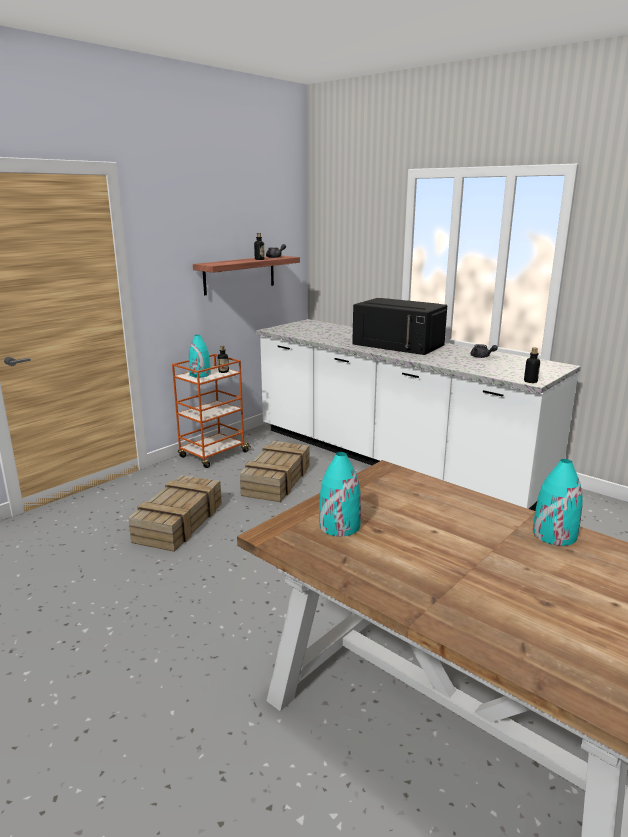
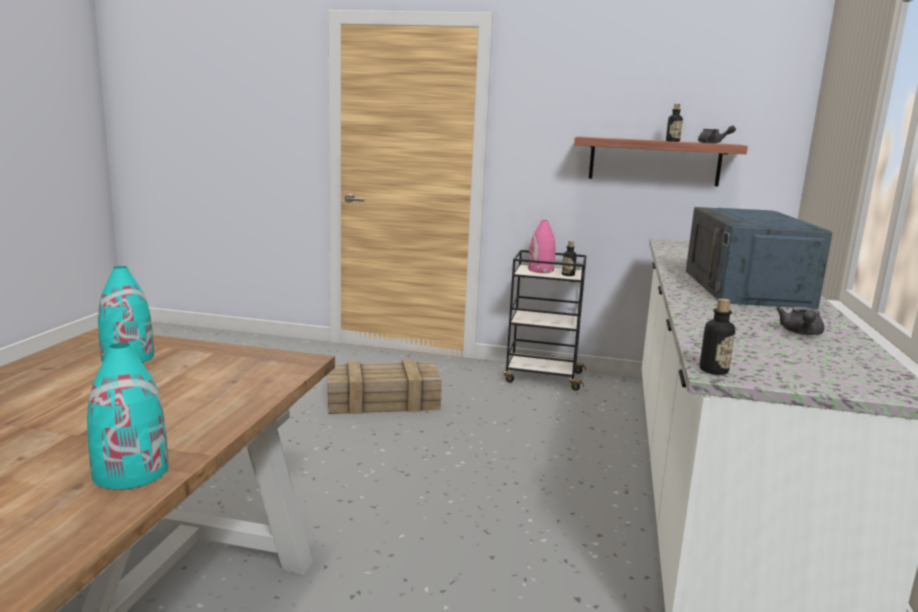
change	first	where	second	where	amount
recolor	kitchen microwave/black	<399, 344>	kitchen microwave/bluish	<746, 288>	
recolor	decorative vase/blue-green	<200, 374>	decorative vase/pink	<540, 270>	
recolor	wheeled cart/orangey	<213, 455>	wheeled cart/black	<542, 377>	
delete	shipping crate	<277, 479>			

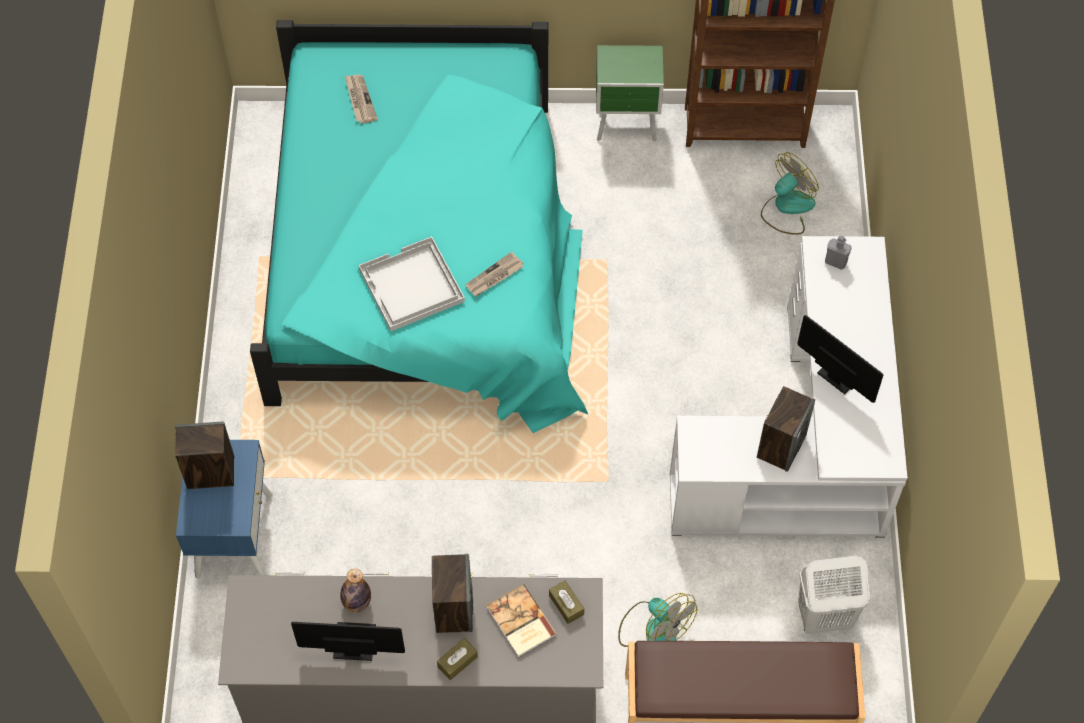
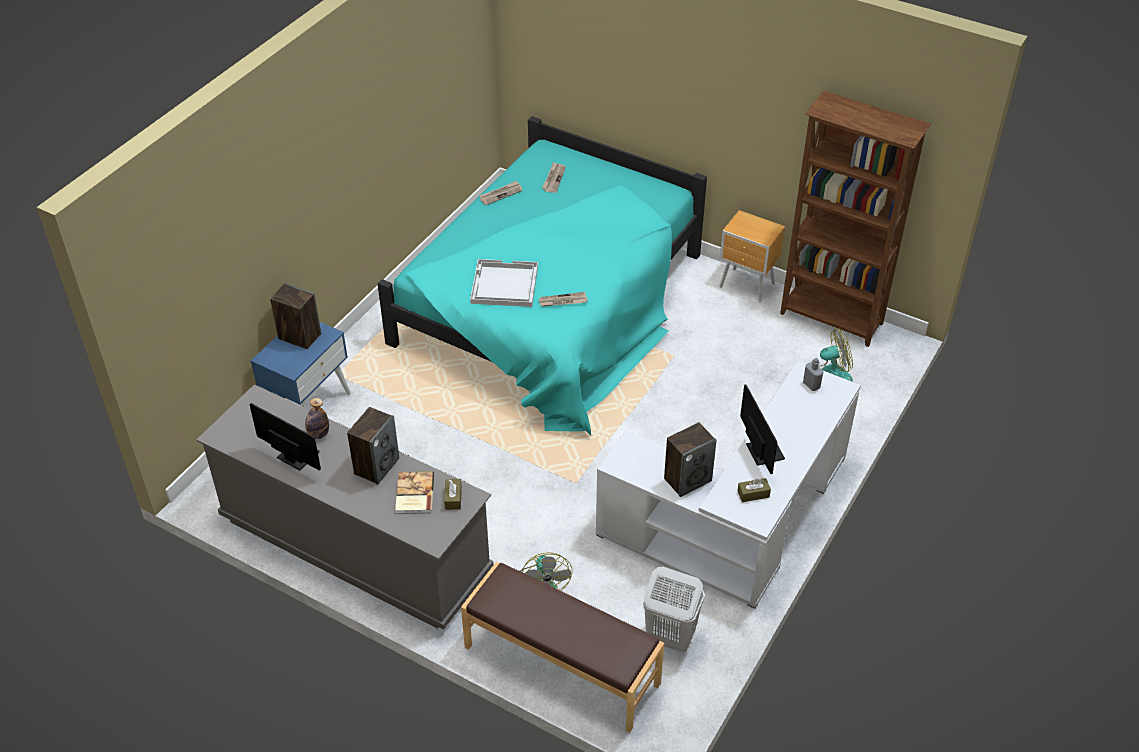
change	first	where	second	where	amount
recolor	night table/greenish	<628, 125>	night table/brown-coloured	<747, 286>	
move	tissue box/brown-coloured	<457, 662>		<753, 494>	
insert			newspaper	<501, 194>	

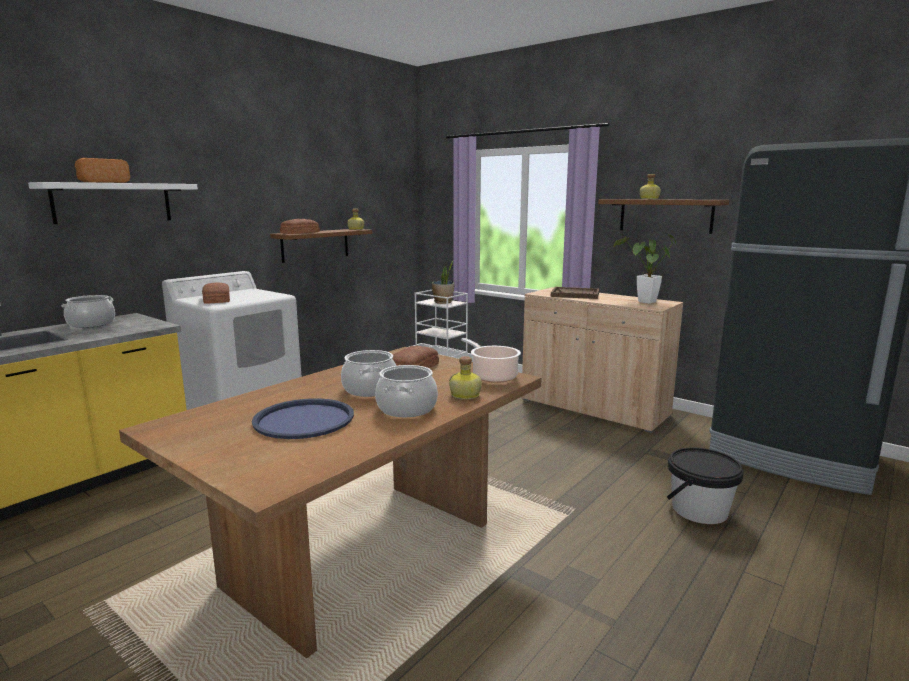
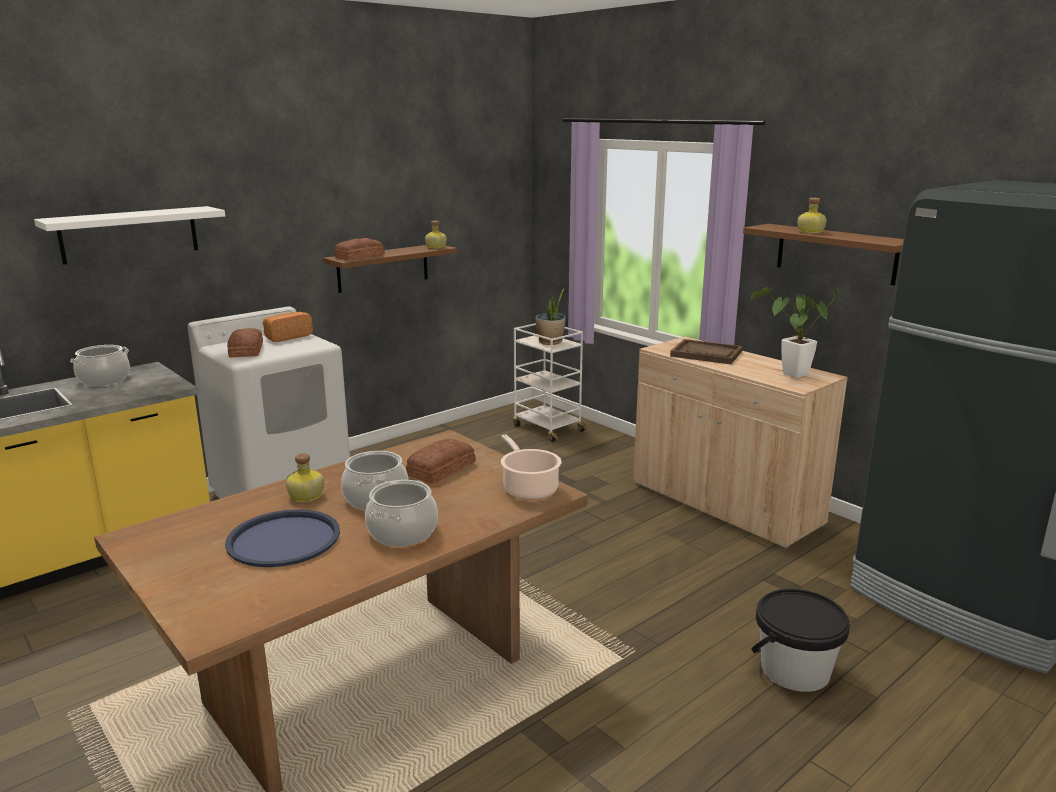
change	first	where	second	where	amount
move	baked bread	<102, 182>		<287, 337>	
move	beverage bottle	<465, 395>		<306, 496>	

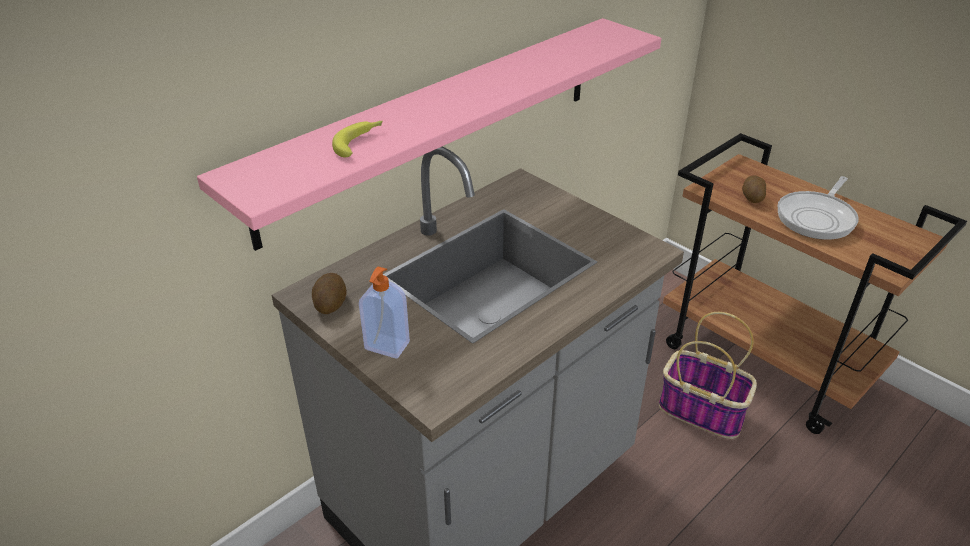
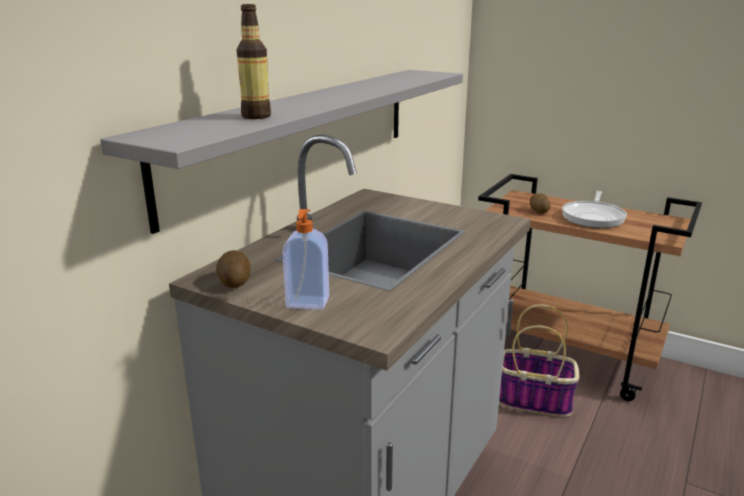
change	first	where	second	where	amount
recolor	wall shelf/pink	<437, 124>	wall shelf/grey	<301, 134>	
replace	whole banana	<360, 142>	beverage bottle	<256, 116>	

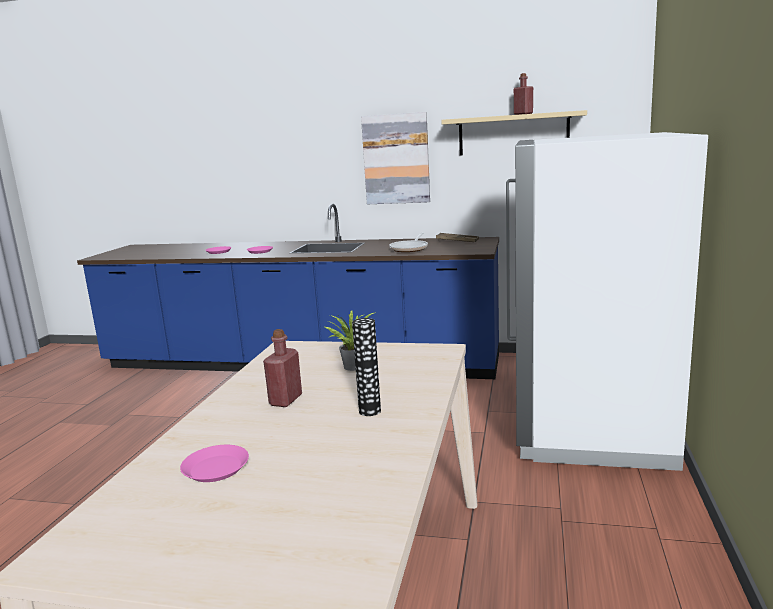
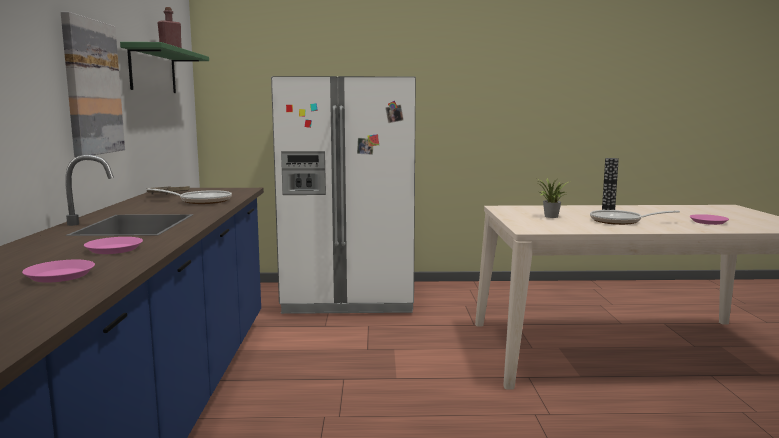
change	first	where	second	where	amount
recolor	wall shelf/sand-coloured	<513, 134>	wall shelf/greenish	<153, 70>	
replace	beverage bottle/red	<285, 400>	frying pan	<620, 221>	

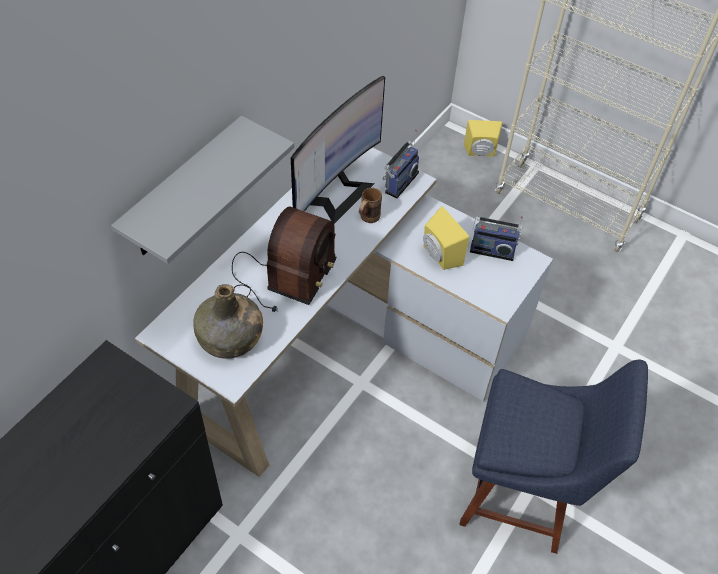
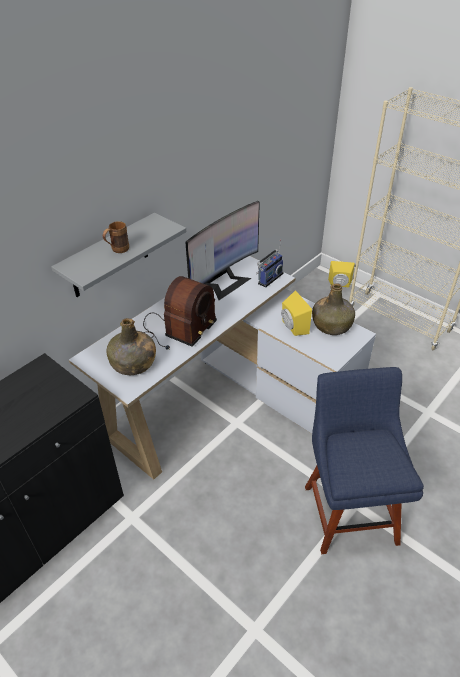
change	first	where	second	where	amount
move	mug/brown-coloured	<367, 219>		<117, 250>	
replace	radio set	<492, 249>	beverage bottle/greenish	<331, 325>	
rotate	chair/bluish	<524, 494>		<349, 509>	120 degrees counterclockwise

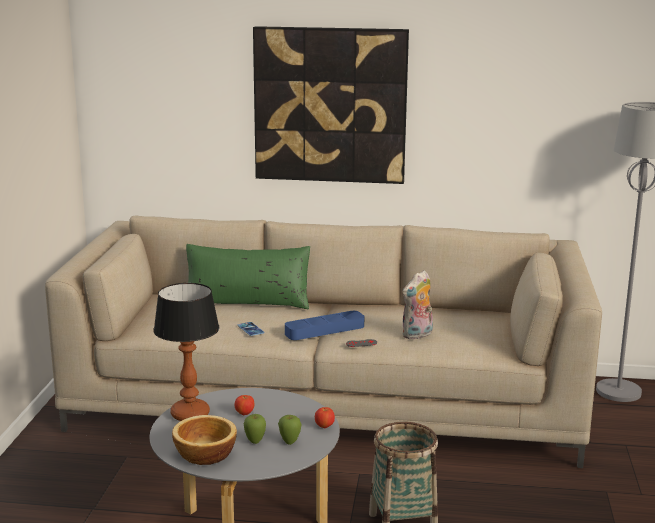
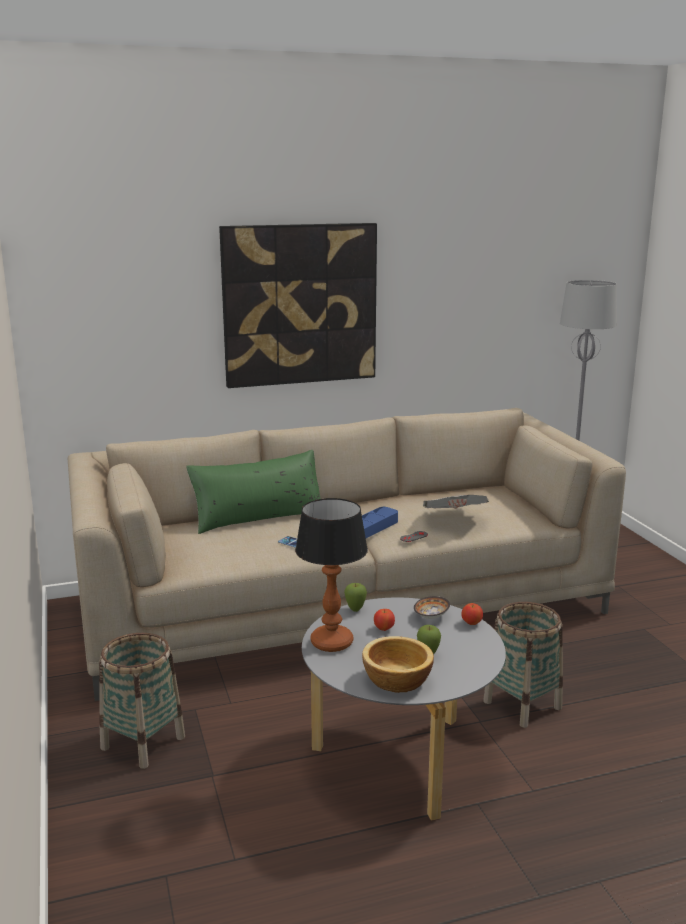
change	first	where	second	where	amount
replace	plush toy	<417, 335>	newspaper	<454, 519>	
move	apple	<289, 442>		<355, 609>	
insert			bowl	<431, 616>	
insert			household basket	<143, 742>	

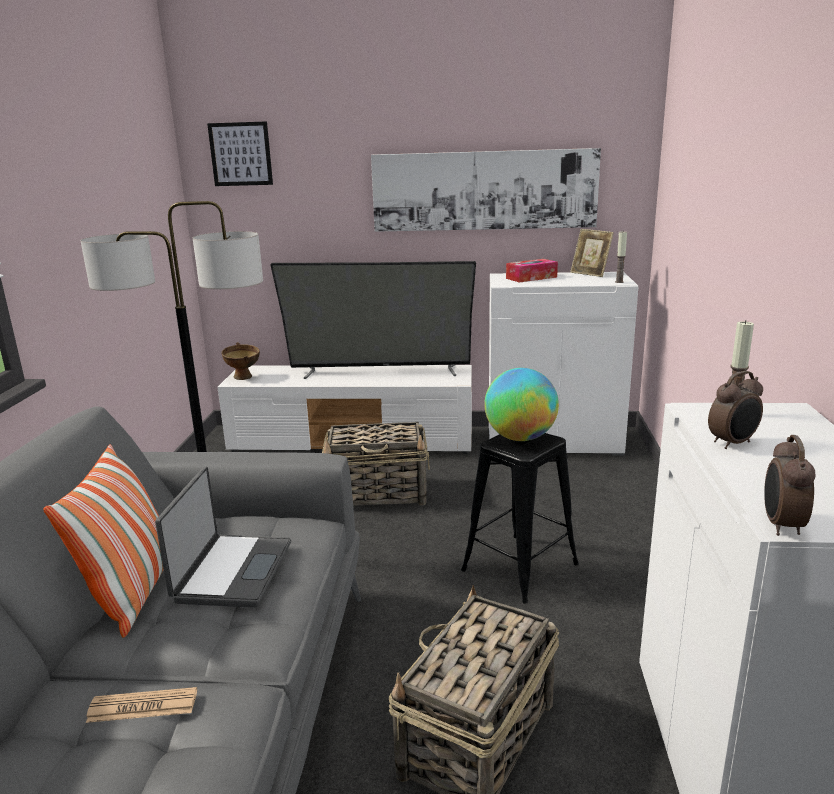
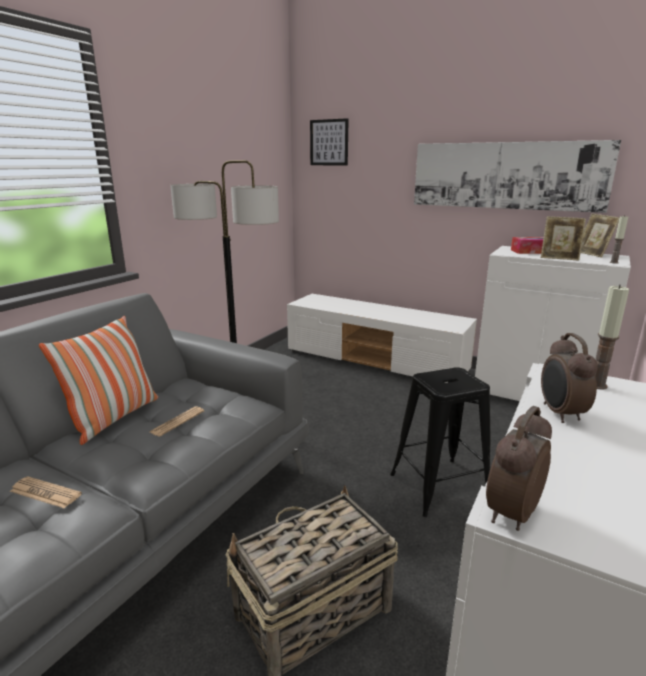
change	first	where	second	where	amount
delete	TV	<380, 371>			
delete	bowl/brown-coloured	<244, 378>			
delete	desk globe	<520, 438>			
rotate	table clock	<733, 443>		<560, 414>	90 degrees clockwise
delete	household basket	<379, 493>			
replace	laptop	<232, 571>	newspaper	<177, 422>	
insert			picture frame	<559, 258>	

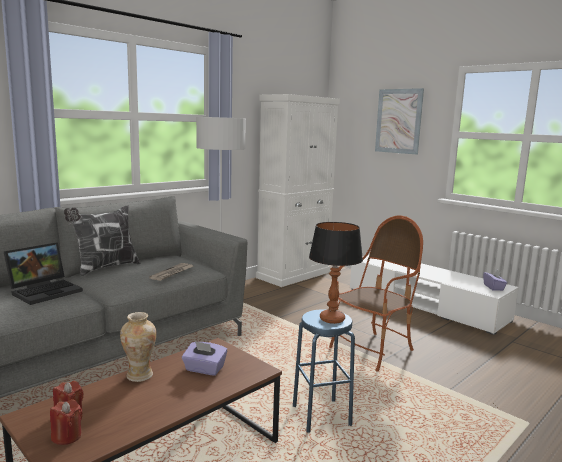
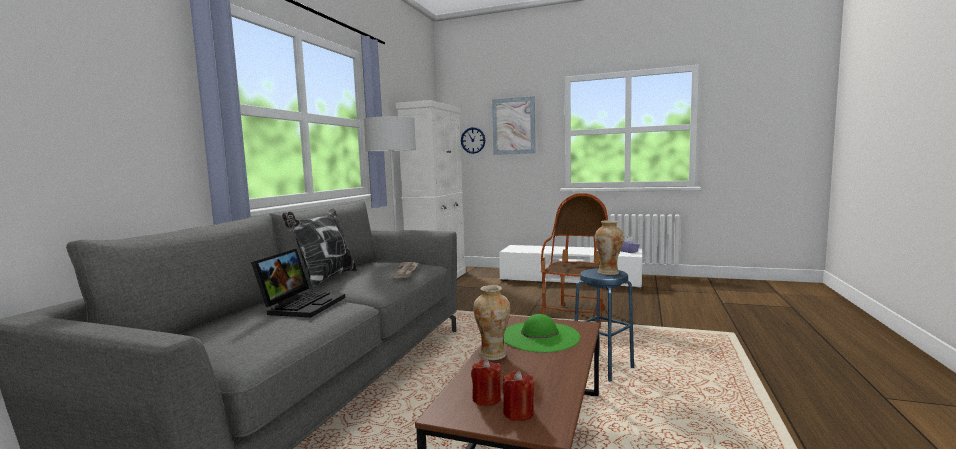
change	first	where	second	where	amount
replace	tabletop lamp	<332, 319>	decorative vase	<608, 273>	
replace	tissue box/purple	<204, 369>	clothing hat/greenish	<539, 336>	
insert			hanging clock	<473, 140>	

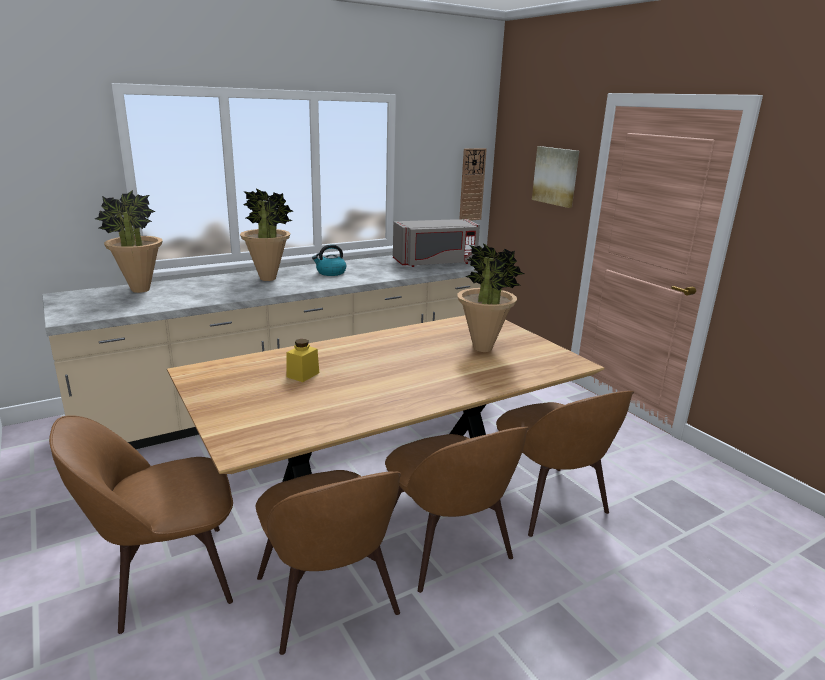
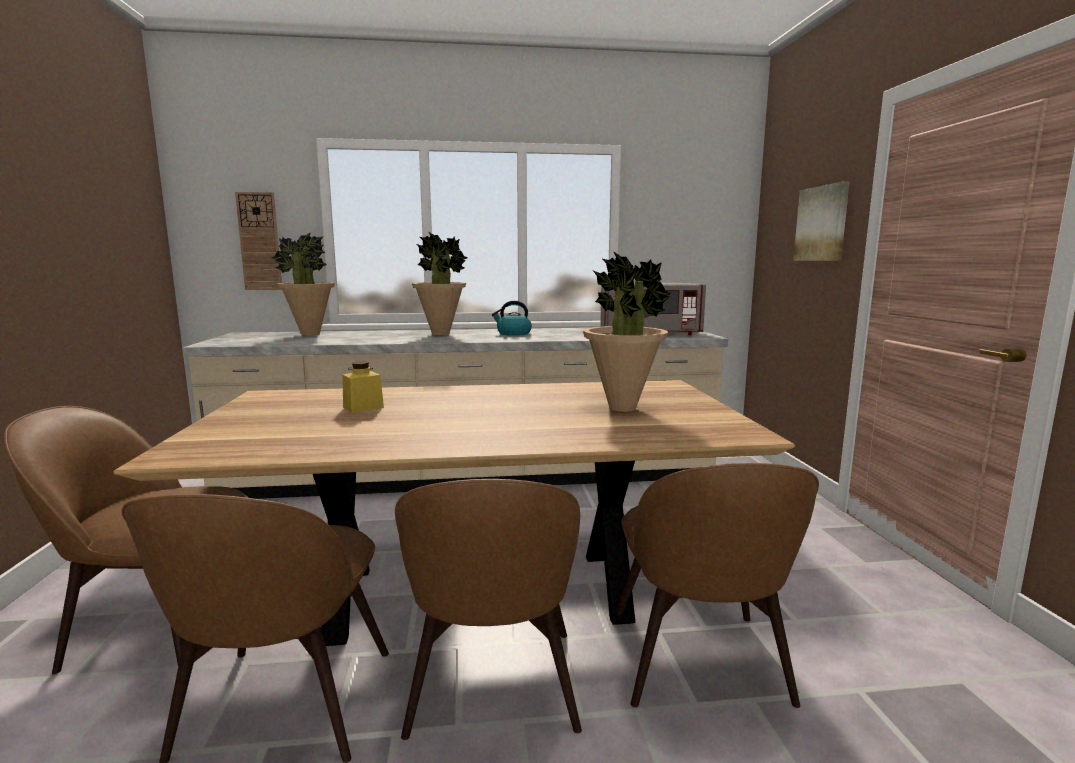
change	first	where	second	where	amount
move	hanging clock	<472, 185>		<259, 241>	

